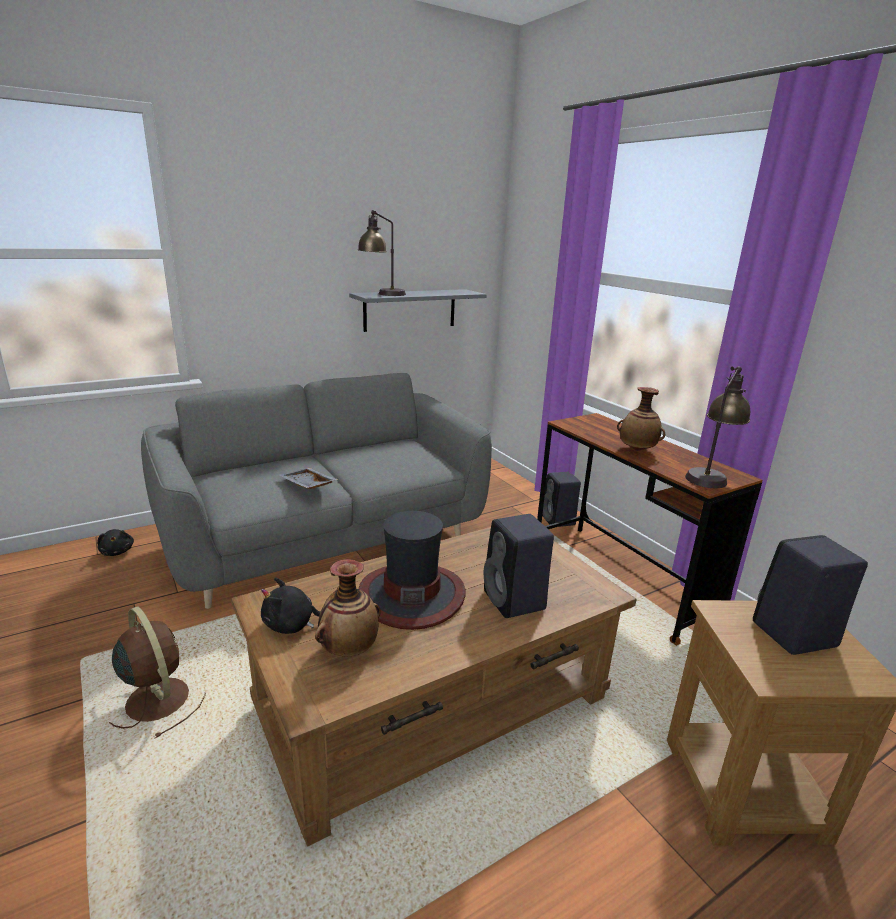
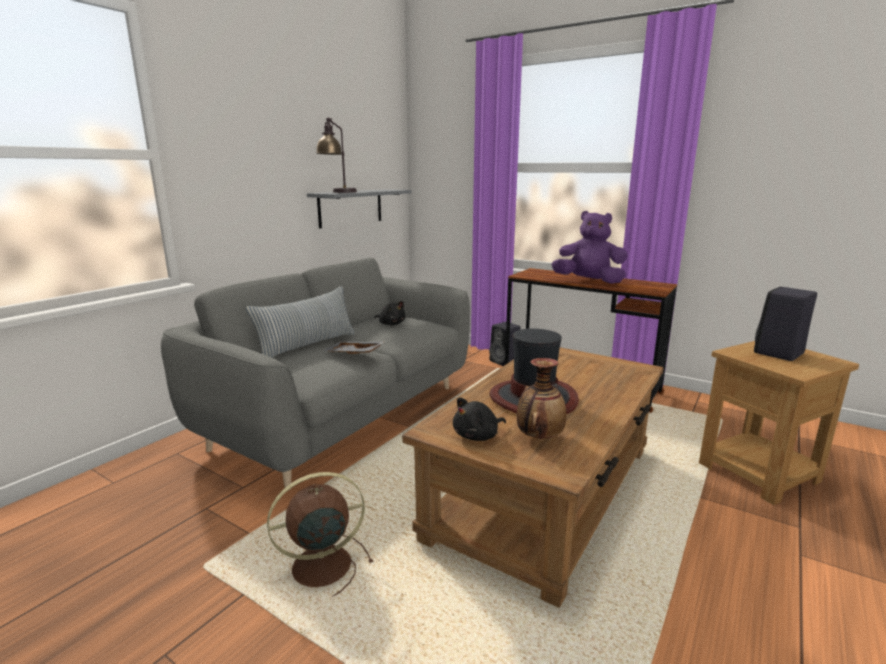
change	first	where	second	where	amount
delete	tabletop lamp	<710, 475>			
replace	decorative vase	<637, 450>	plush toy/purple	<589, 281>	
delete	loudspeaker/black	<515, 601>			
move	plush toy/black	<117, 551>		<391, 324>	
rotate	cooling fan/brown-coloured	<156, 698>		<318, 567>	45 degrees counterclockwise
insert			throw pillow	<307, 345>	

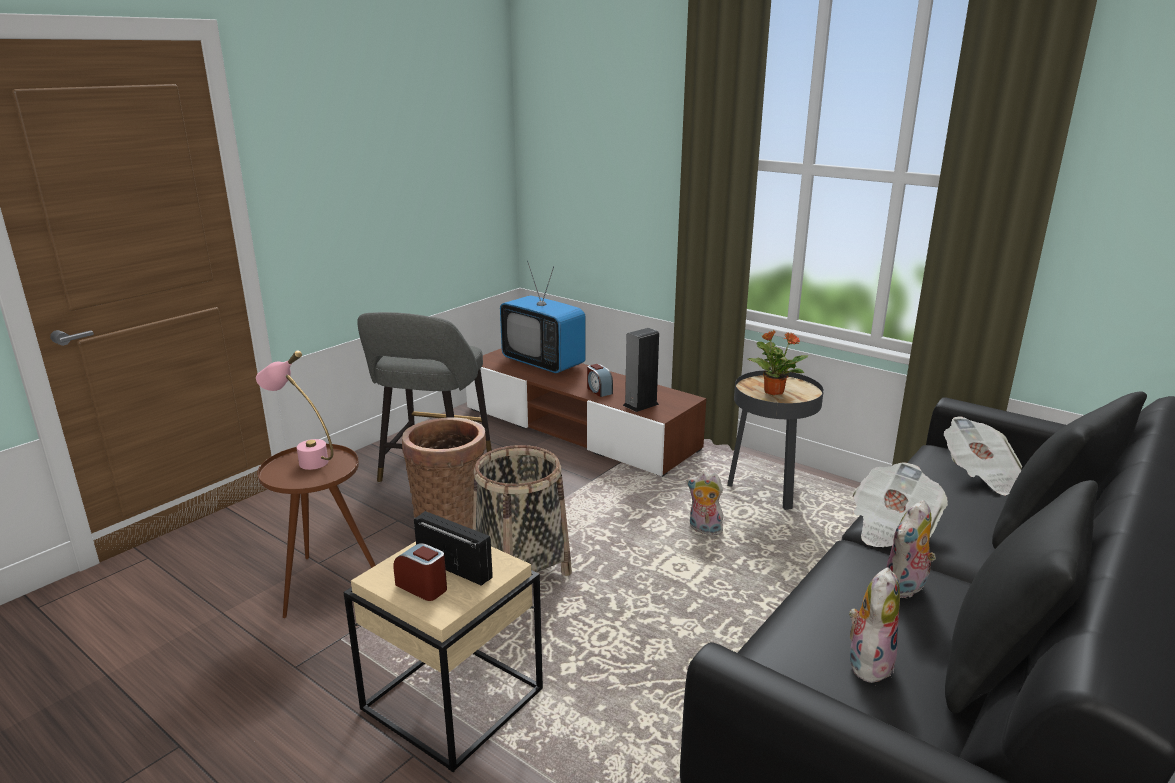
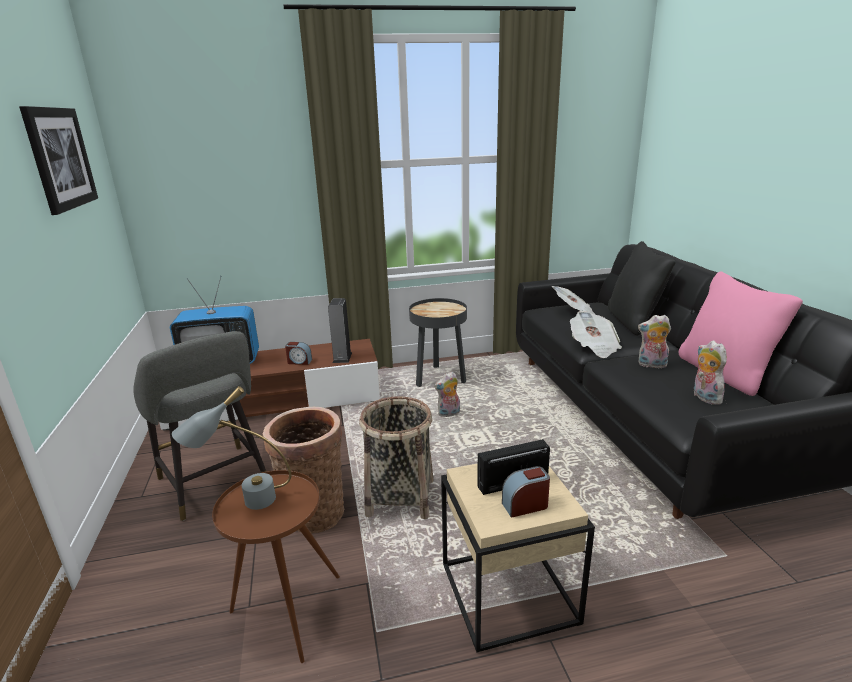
change	first	where	second	where	amount
delete	potted plant	<773, 391>			
recolor	tabletop lamp/pink	<304, 459>	tabletop lamp/grey	<244, 503>	
recolor	throw pillow/black	<1001, 667>	throw pillow/pink	<724, 373>	
rotate	plush toy	<905, 588>		<651, 365>	105 degrees clockwise
insert			picture	<60, 158>	

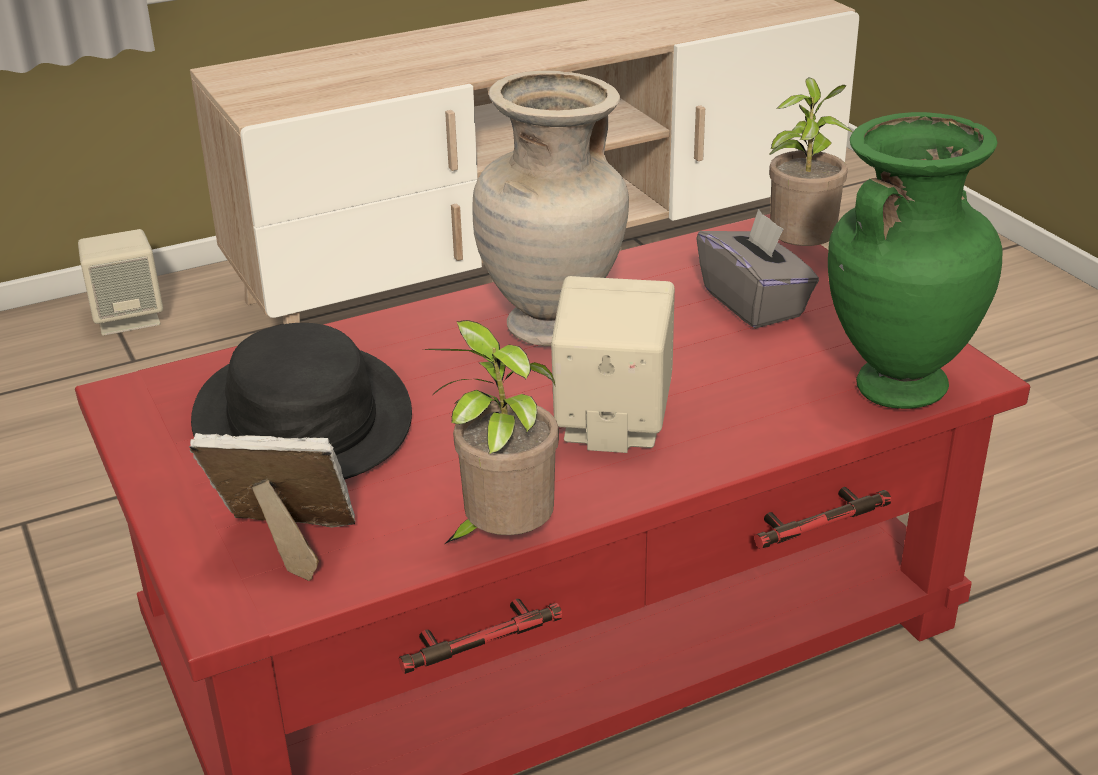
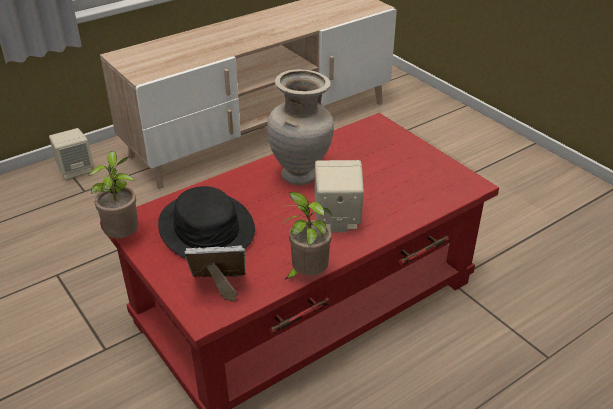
change	first	where	second	where	amount
move	potted plant	<801, 254>		<124, 237>	
delete	decorative vase/greenish	<896, 387>			
delete	tissue box/grey	<754, 303>			

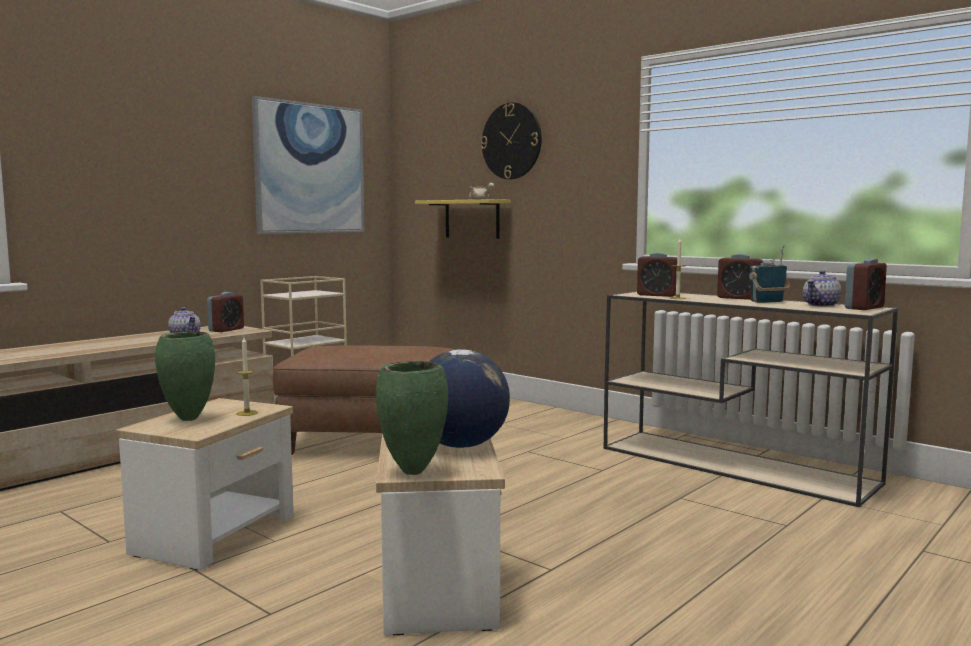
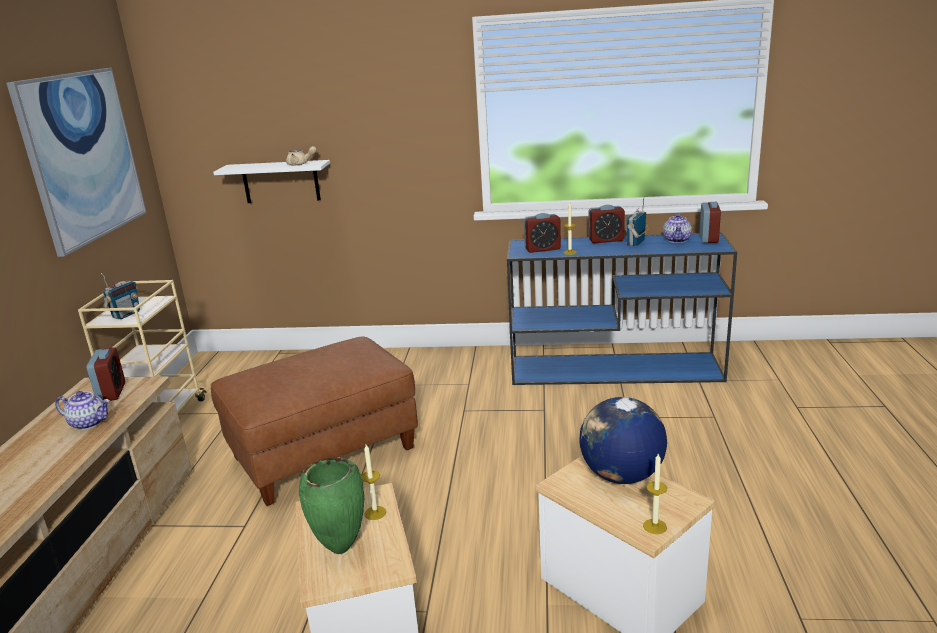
change	first	where	second	where	amount
delete	hanging clock	<511, 141>			
recolor	wall shelf/yellow-coloured	<472, 219>	wall shelf/white	<281, 182>	
recolor	hall table/sand-coloured	<737, 465>	hall table/bluish	<616, 369>	
replace	decorative vase/greenish	<412, 473>	wax light	<655, 526>	
insert			radio set	<126, 314>	

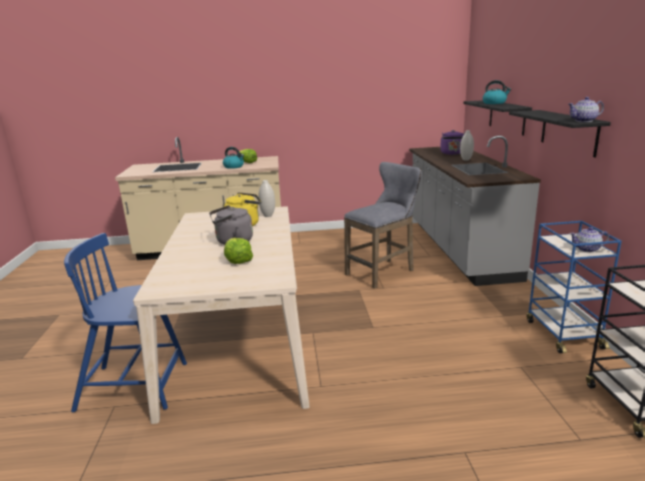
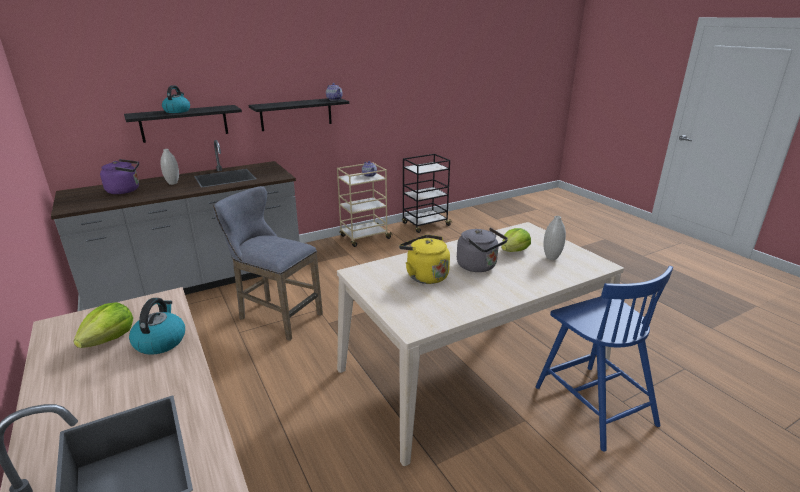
change	first	where	second	where	amount
move	decorative vase/white	<268, 215>		<551, 258>	
recolor	wheeled cart/bluish	<562, 333>	wheeled cart/sand-coloured	<364, 237>	

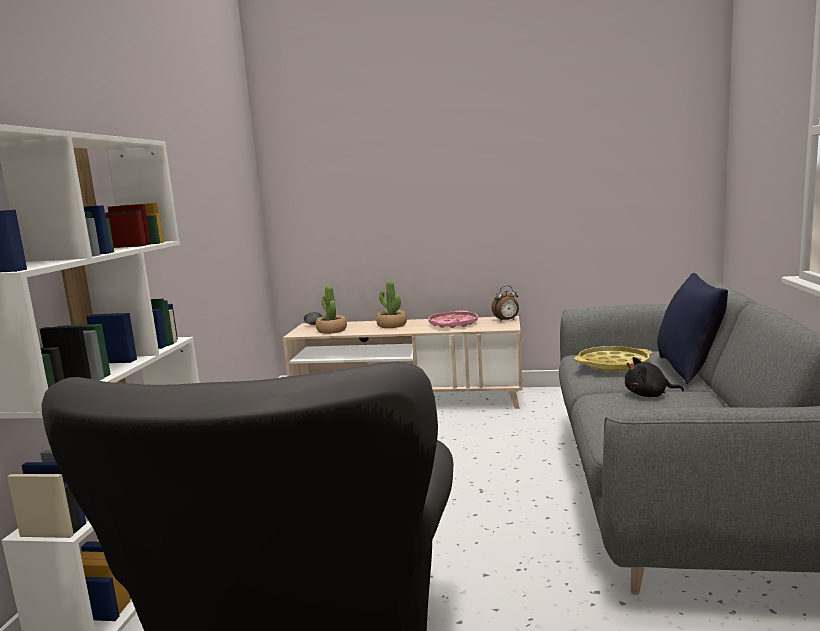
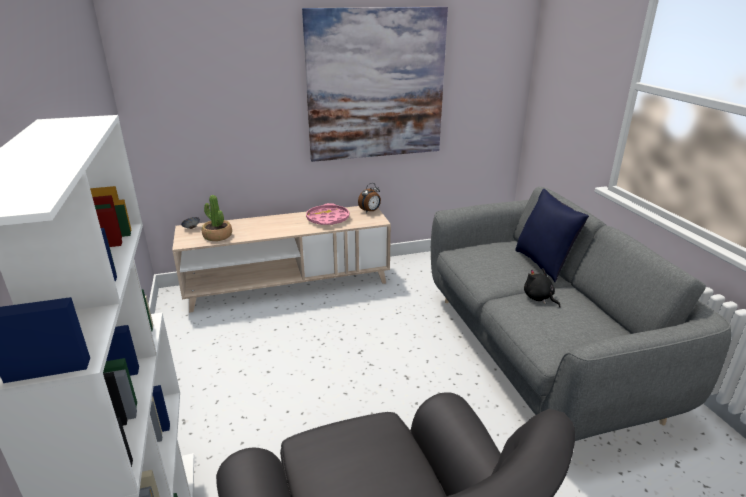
change	first	where	second	where	amount
delete	potted plant	<391, 325>			
delete	carrying tray/yellow-coloured	<613, 365>			
rotate	plush toy/black	<649, 395>		<539, 298>	75 degrees clockwise
insert			picture	<376, 85>	

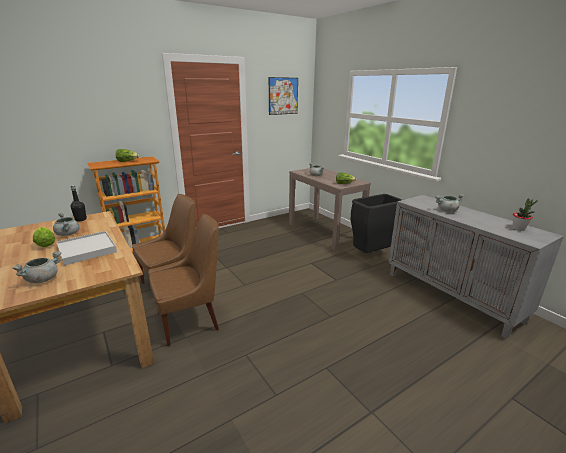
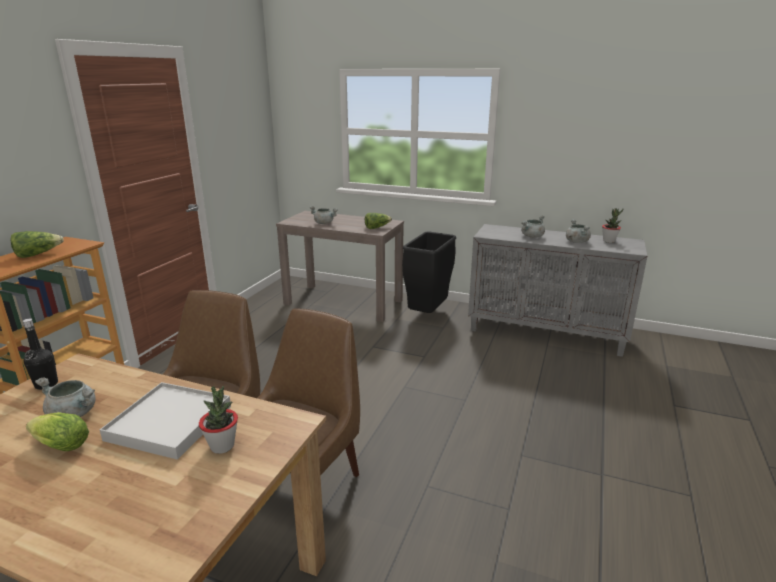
change	first	where	second	where	amount
delete	picture	<283, 96>			
move	cooking pot/grey	<43, 279>		<576, 241>	
insert			potted plant	<222, 446>	

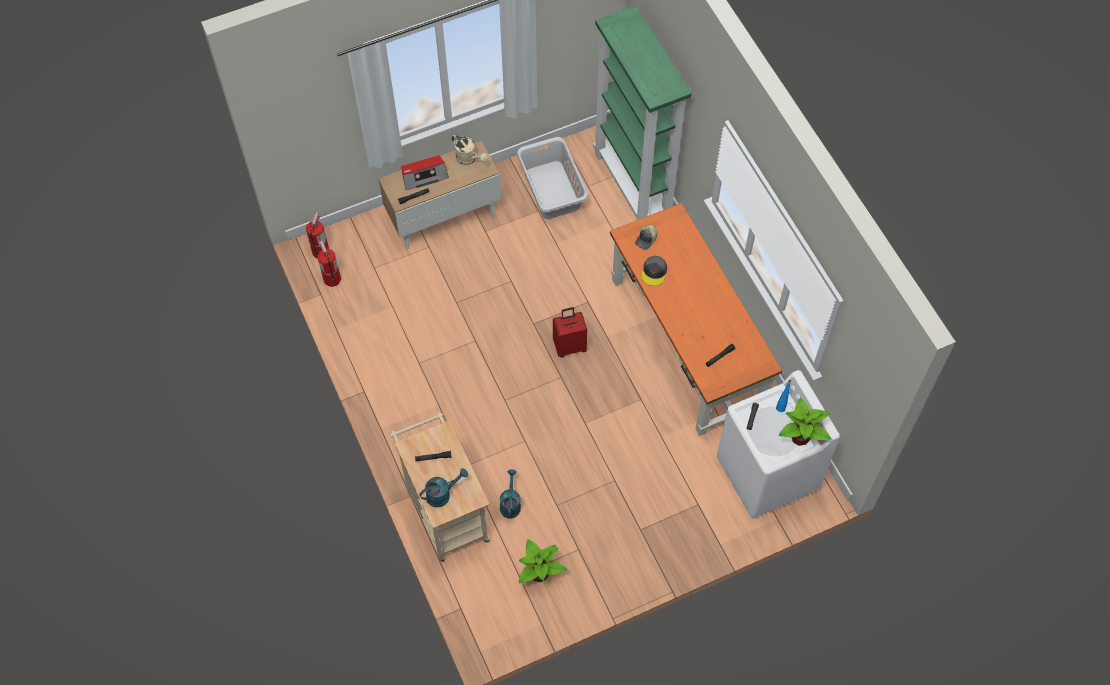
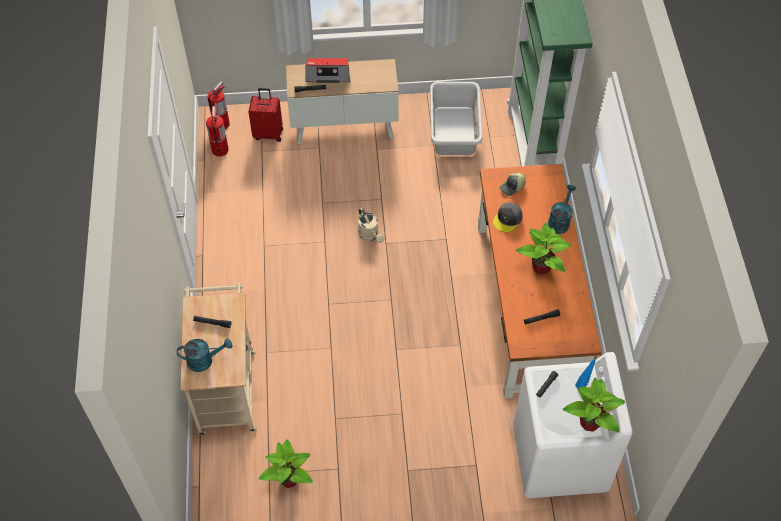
change	first	where	second	where	amount
move	watering can/sand-coloured	<469, 159>		<370, 236>	
move	piece of luggage/red	<569, 346>		<268, 133>	
move	watering can/blue-green	<510, 503>		<559, 220>	
insert			potted plant	<542, 267>	

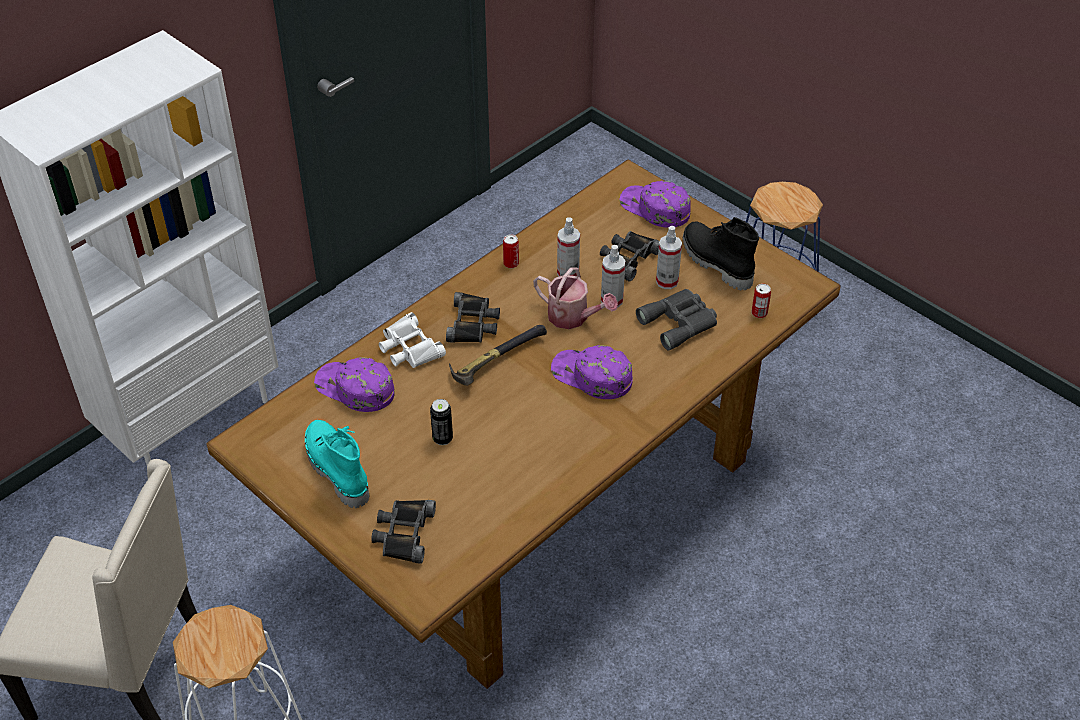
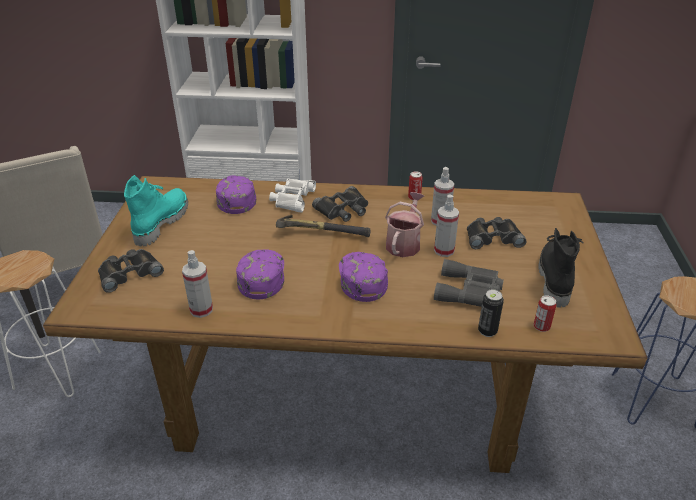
change	first	where	second	where	amount
move	baseball cap/purple	<654, 208>		<261, 275>	
move	sprayer	<667, 281>		<201, 310>	
rotate	watering can	<573, 317>		<404, 243>	150 degrees counterclockwise
move	sealed can	<442, 438>		<487, 331>	

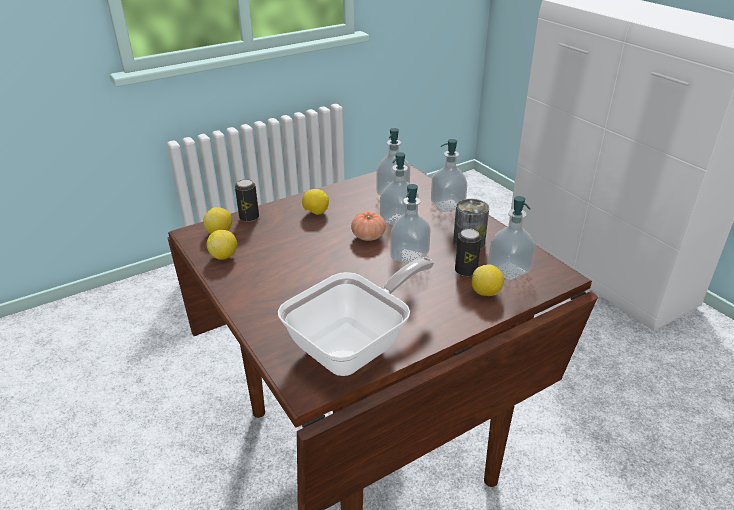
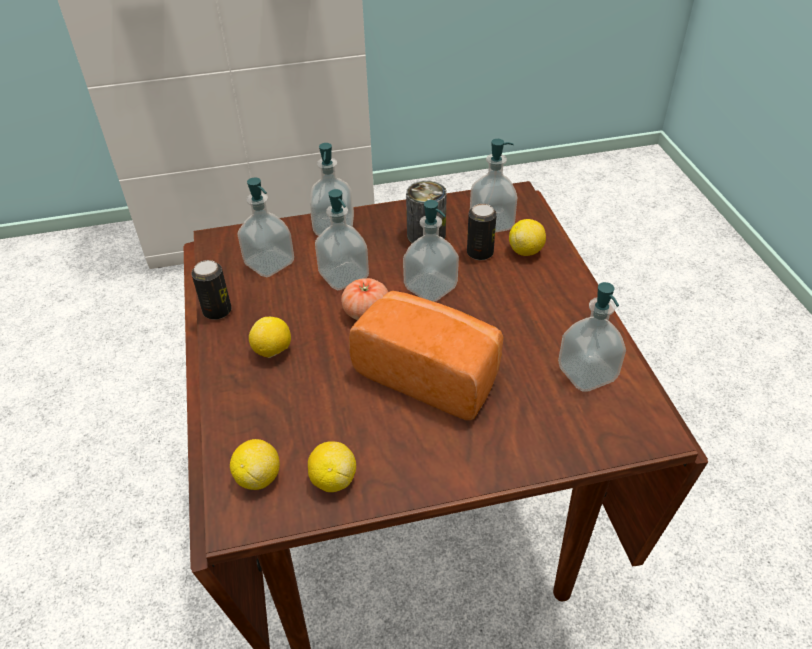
change	first	where	second	where	amount
move	sealed can	<249, 217>		<217, 311>	
replace	frying pan	<356, 345>	soap dispenser	<587, 373>	
insert			baked bread	<430, 373>	

